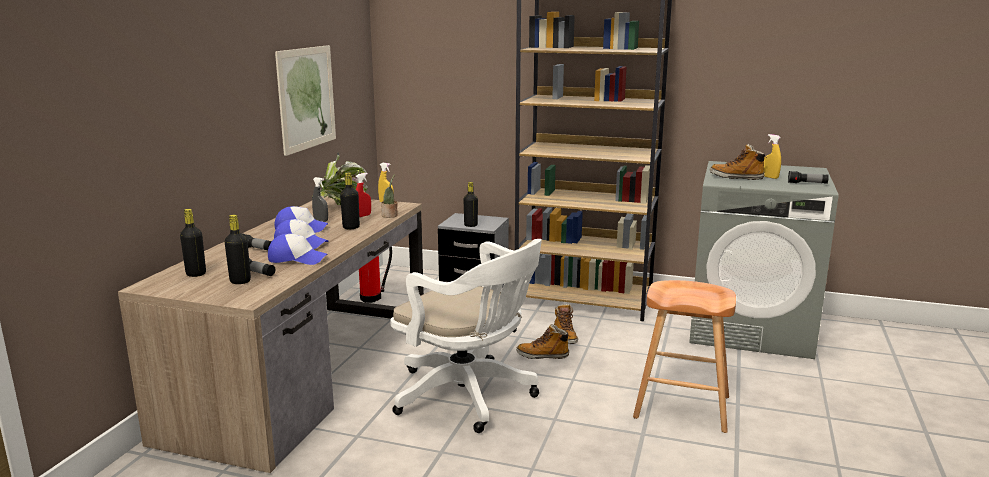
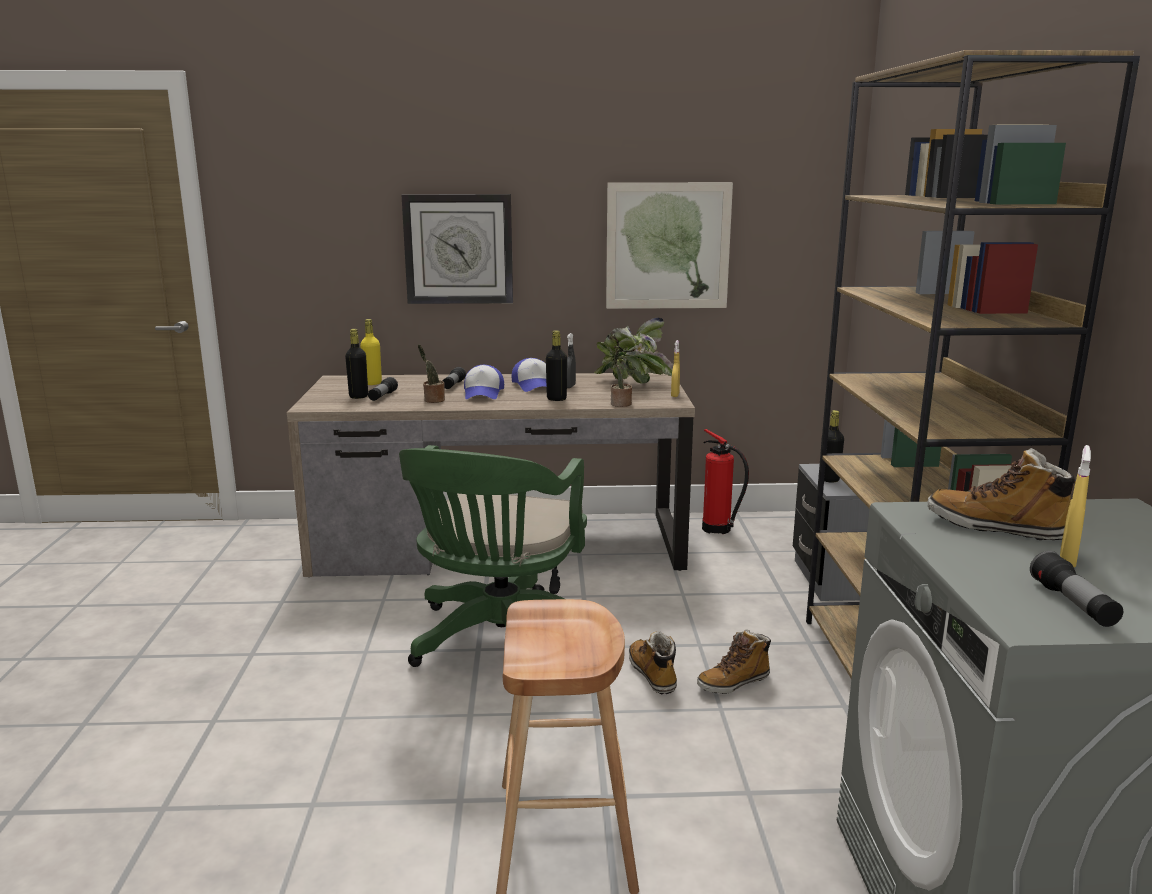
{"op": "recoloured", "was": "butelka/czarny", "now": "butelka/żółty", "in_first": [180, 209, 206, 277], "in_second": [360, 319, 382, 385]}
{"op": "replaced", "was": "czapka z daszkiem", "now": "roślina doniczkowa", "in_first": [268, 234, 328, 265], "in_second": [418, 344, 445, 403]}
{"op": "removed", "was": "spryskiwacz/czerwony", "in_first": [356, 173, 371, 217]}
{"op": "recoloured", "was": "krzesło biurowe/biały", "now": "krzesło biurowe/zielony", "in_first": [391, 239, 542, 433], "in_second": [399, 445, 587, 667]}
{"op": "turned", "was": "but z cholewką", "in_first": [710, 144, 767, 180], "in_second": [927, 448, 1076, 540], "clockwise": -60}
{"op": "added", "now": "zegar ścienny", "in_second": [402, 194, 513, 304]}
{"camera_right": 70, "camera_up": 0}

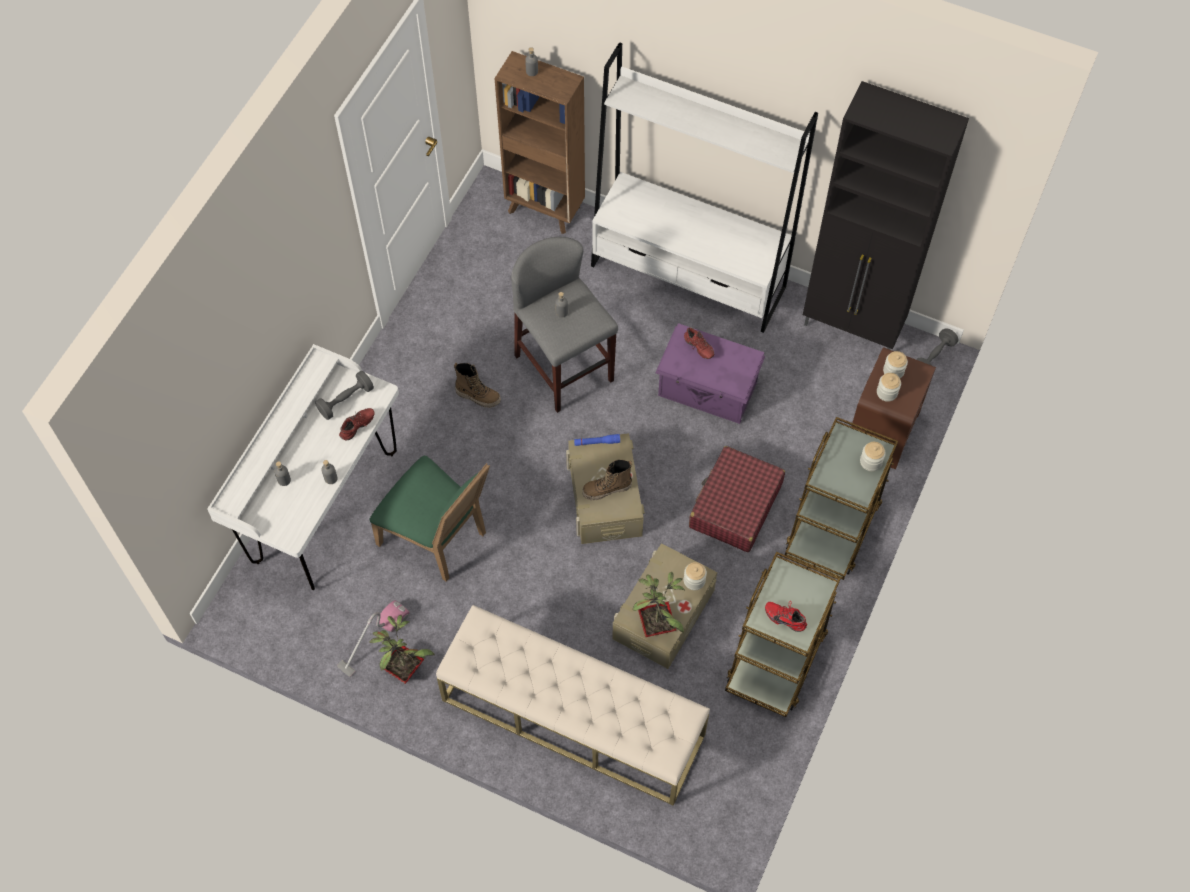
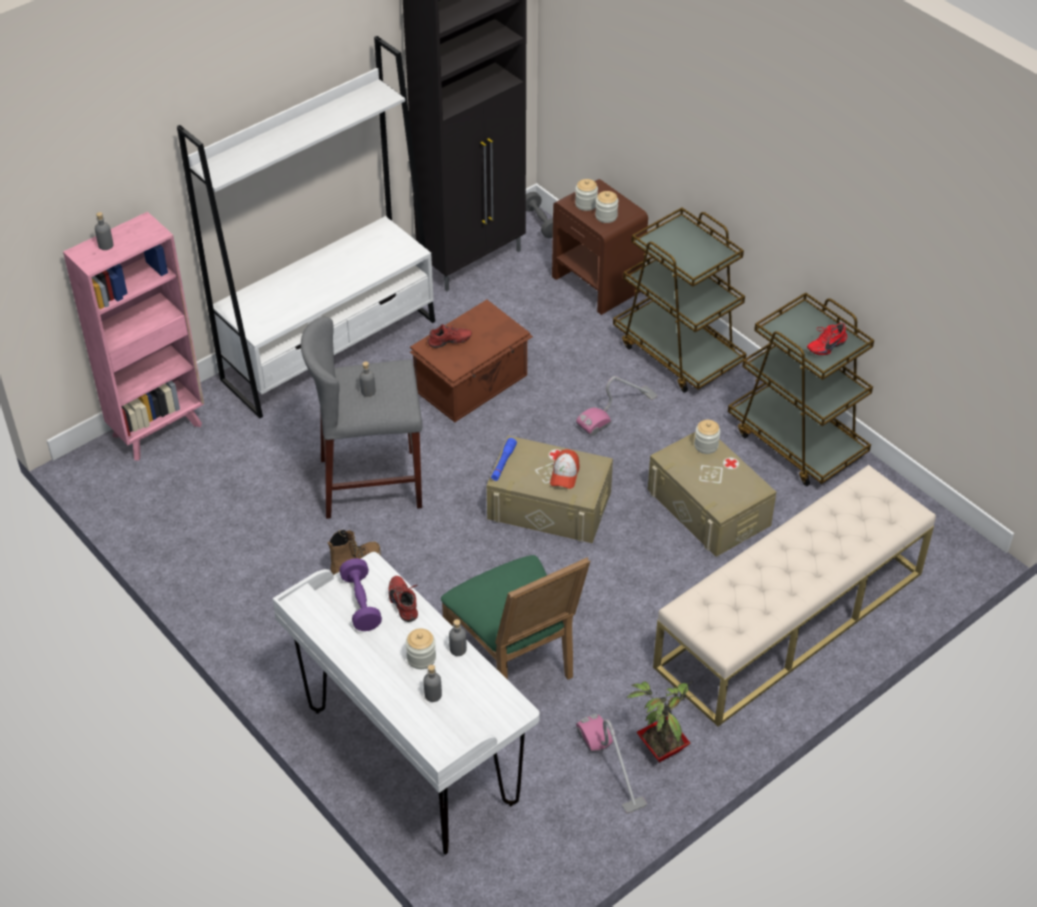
{"op": "recoloured", "was": "hantel/szary", "now": "hantel/fioletowy", "in_first": [315, 371, 374, 420], "in_second": [339, 558, 382, 631]}
{"op": "turned", "was": "krzesło/zielony", "in_first": [370, 456, 490, 582], "in_second": [441, 555, 590, 680], "clockwise": 90}
{"op": "recoloured", "was": "regał/brązowy", "now": "regał/różowy", "in_first": [495, 51, 585, 234], "in_second": [63, 212, 204, 460]}
{"op": "replaced", "was": "but z cholewką", "now": "czapka z daszkiem", "in_first": [582, 460, 632, 500], "in_second": [550, 449, 579, 489]}
{"op": "removed", "was": "roślina doniczkowa", "in_first": [633, 572, 685, 637]}
{"op": "recoloured", "was": "pojemnik do przechowywania/fioletowy", "now": "pojemnik do przechowywania/brązowy", "in_first": [655, 323, 765, 424], "in_second": [410, 300, 533, 422]}
{"op": "replaced", "was": "walizka/czerwony", "now": "odkurzacz", "in_first": [689, 446, 785, 552], "in_second": [576, 376, 658, 436]}
{"op": "moved", "was": "słoik", "in_first": [860, 442, 886, 471], "in_second": [406, 628, 436, 669]}
{"camera_right": -65, "camera_up": -15}

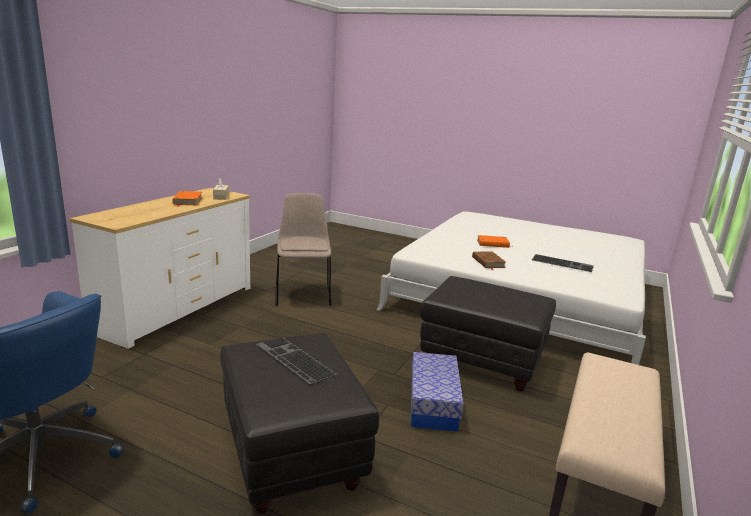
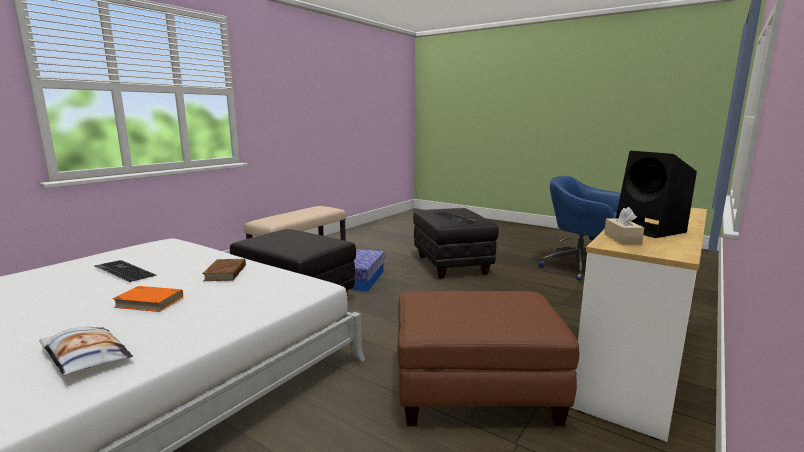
{"op": "replaced", "was": "książka/pomarańczowy", "now": "głośnik/czarny", "in_first": [172, 191, 202, 207], "in_second": [615, 151, 697, 238]}
{"op": "replaced", "was": "krzesło/beżowy", "now": "pufa/brązowy", "in_first": [275, 193, 332, 306], "in_second": [397, 291, 579, 426]}
{"op": "added", "now": "poduszka", "in_second": [39, 327, 133, 375]}
{"camera_right": -170, "camera_up": -5}

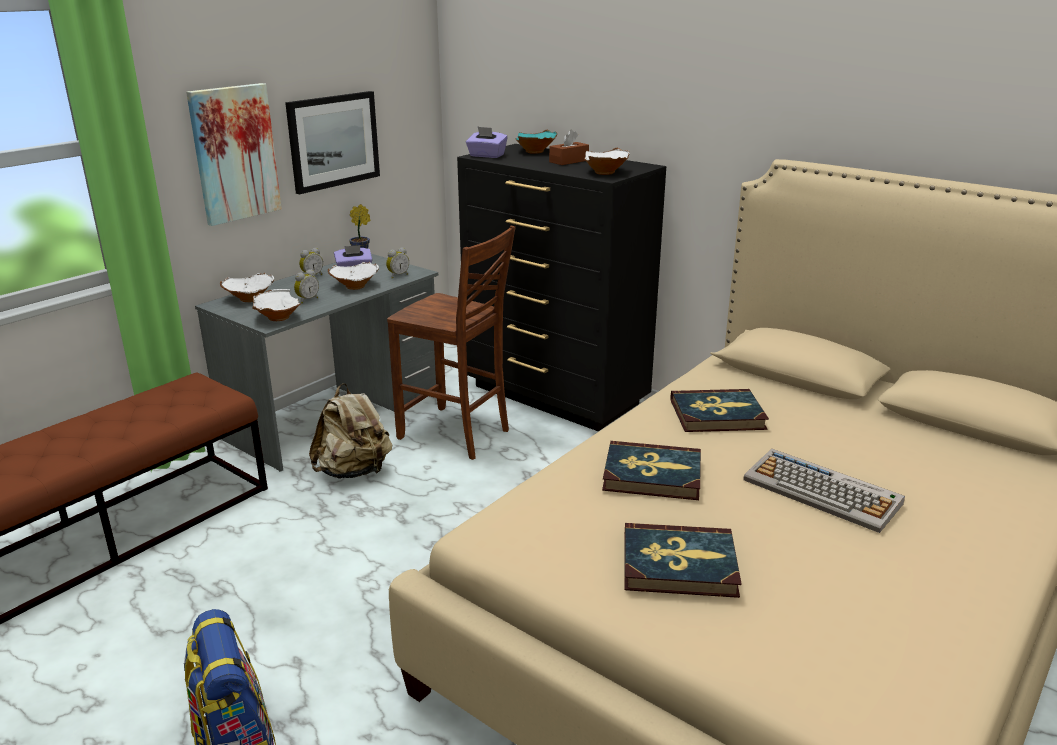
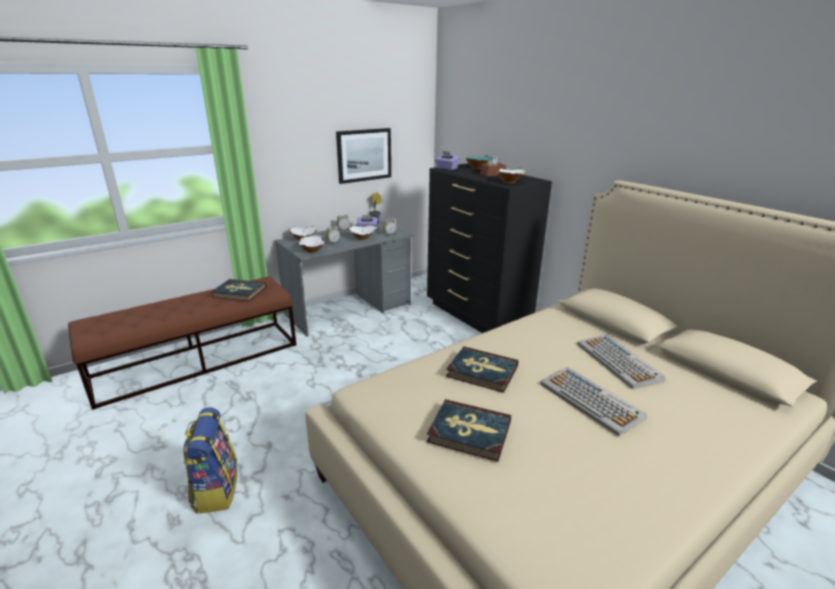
{"op": "removed", "was": "obraz", "in_first": [186, 83, 282, 226]}
{"op": "removed", "was": "plecak/beżowy", "in_first": [309, 383, 393, 479]}
{"op": "removed", "was": "krzesło/brązowy", "in_first": [387, 226, 515, 460]}
{"op": "moved", "was": "książka", "in_first": [671, 389, 769, 432], "in_second": [211, 279, 267, 302]}
{"op": "added", "now": "klawiatura", "in_second": [577, 334, 665, 389]}
{"camera_right": 15, "camera_up": 0}

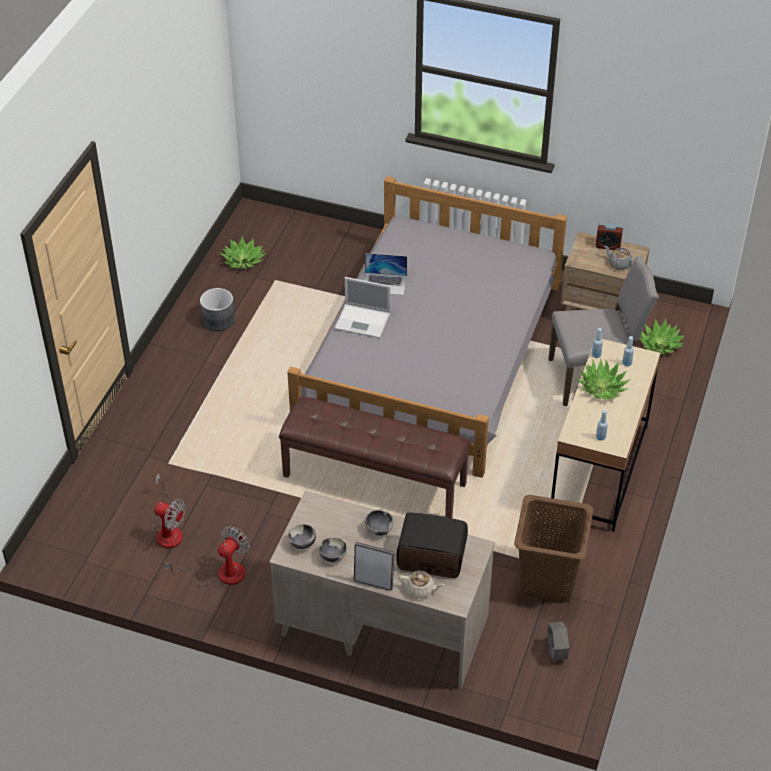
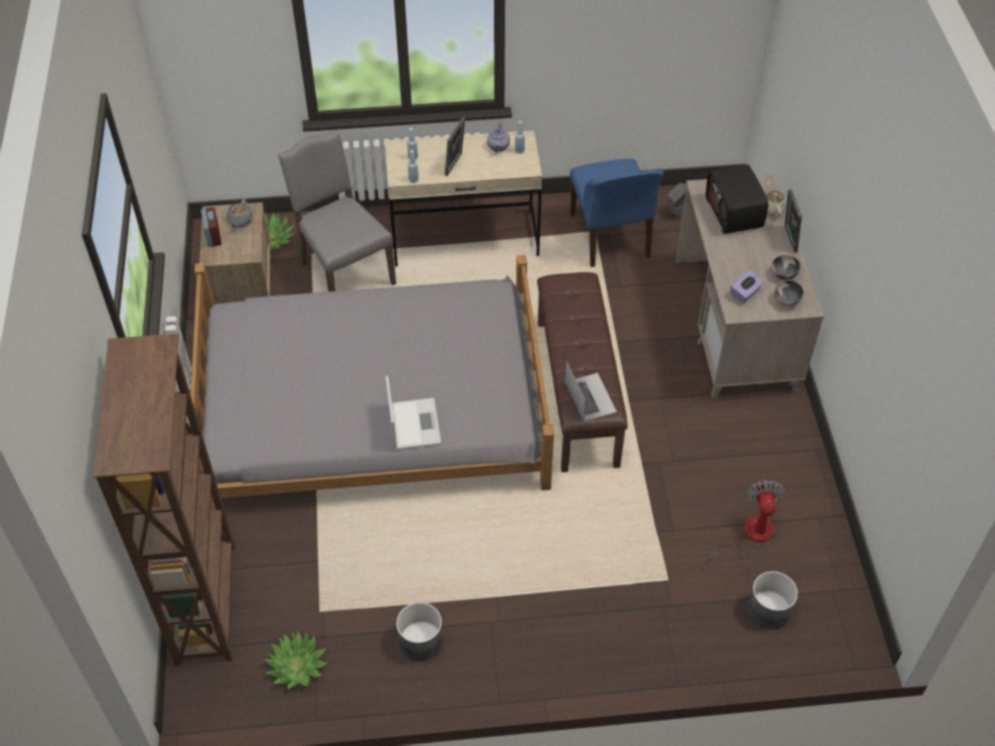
{"op": "removed", "was": "wentylator", "in_first": [164, 526, 250, 588]}
{"op": "moved", "was": "laptop", "in_first": [364, 253, 407, 295], "in_second": [565, 361, 617, 421]}
{"op": "removed", "was": "miska", "in_first": [365, 510, 394, 536]}
{"op": "replaced", "was": "kosz na pranie/brązowy", "now": "krzesło/niebieski", "in_first": [514, 495, 594, 603], "in_second": [570, 159, 664, 267]}
{"op": "replaced", "was": "roślina doniczkowa", "now": "ramka na zdjęcie", "in_first": [577, 358, 630, 400], "in_second": [445, 117, 465, 176]}
{"op": "added", "now": "regał/brązowy", "in_second": [93, 333, 235, 666]}
{"op": "added", "now": "imbryk", "in_second": [487, 123, 510, 153]}
{"op": "added", "now": "pudełko chusteczek/fioletowy", "in_second": [731, 270, 764, 303]}
{"op": "added", "now": "donica/szary", "in_second": [747, 571, 798, 629]}
{"camera_right": -115, "camera_up": 5}

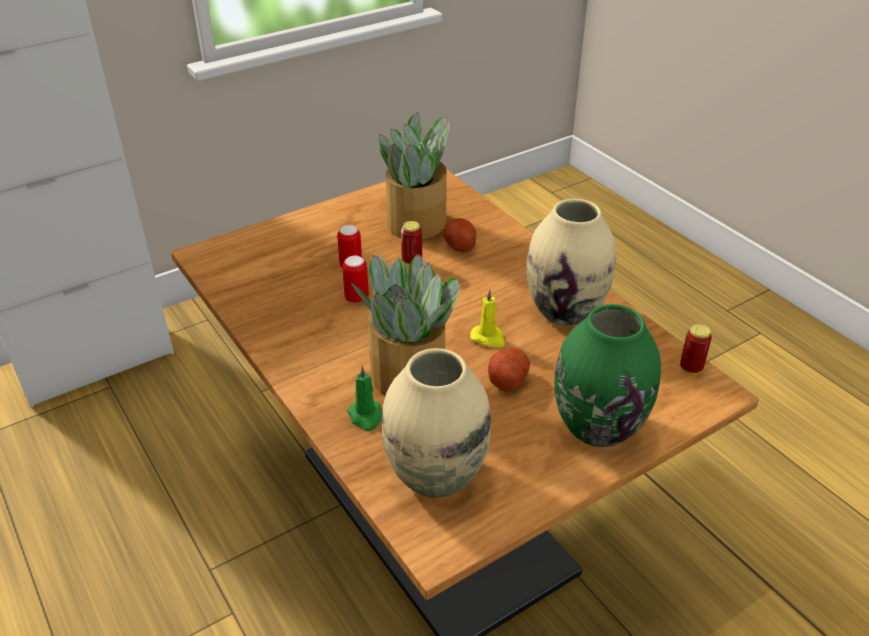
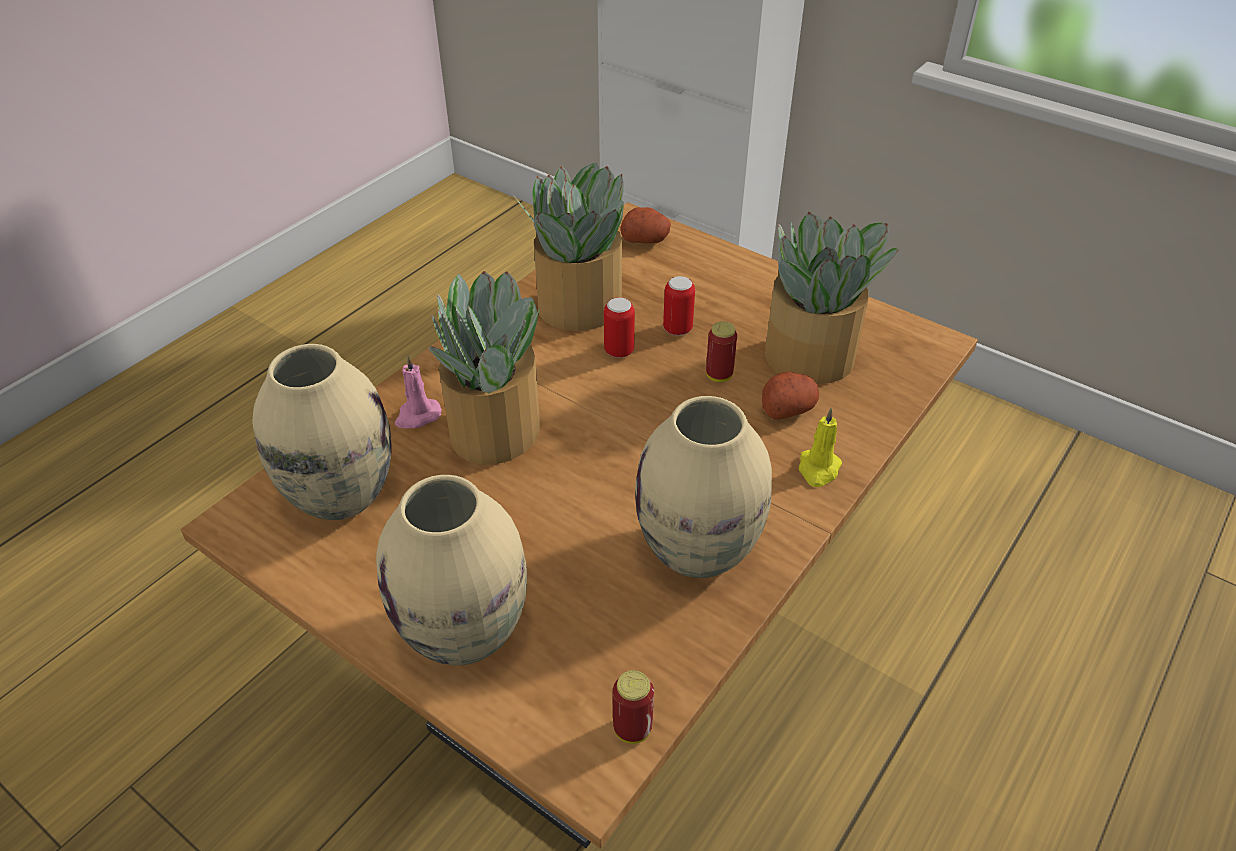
{"op": "recoloured", "was": "świeca/zielony", "now": "świeca/różowy", "in_first": [347, 366, 382, 431], "in_second": [395, 355, 442, 428]}
{"op": "moved", "was": "świeca/żółty", "in_first": [470, 289, 505, 347], "in_second": [799, 408, 842, 487]}
{"op": "moved", "was": "ziemniak", "in_first": [488, 348, 530, 392], "in_second": [621, 207, 671, 243]}
{"op": "recoloured", "was": "wazon/zielony", "now": "wazon/beżowy", "in_first": [554, 304, 661, 447], "in_second": [376, 475, 527, 665]}
{"op": "added", "now": "roślina doniczkowa", "in_second": [513, 163, 624, 331]}
{"camera_right": 70, "camera_up": 5}

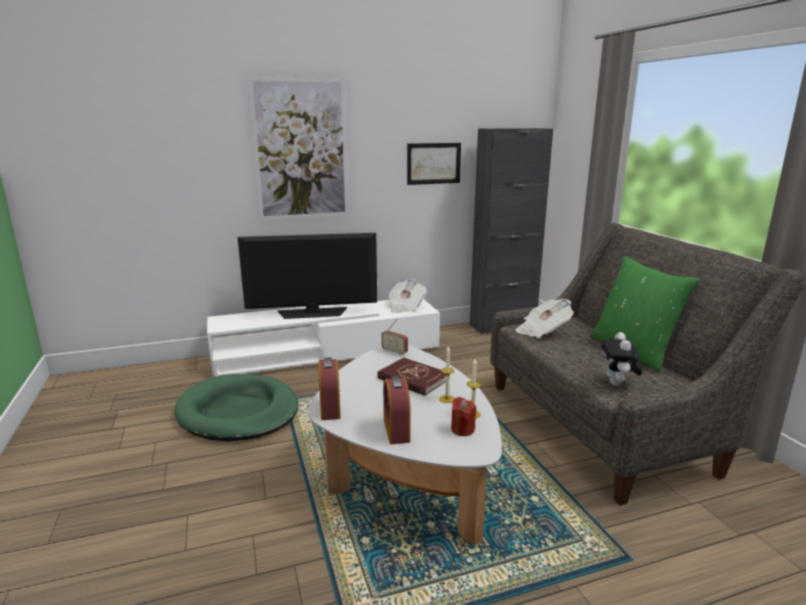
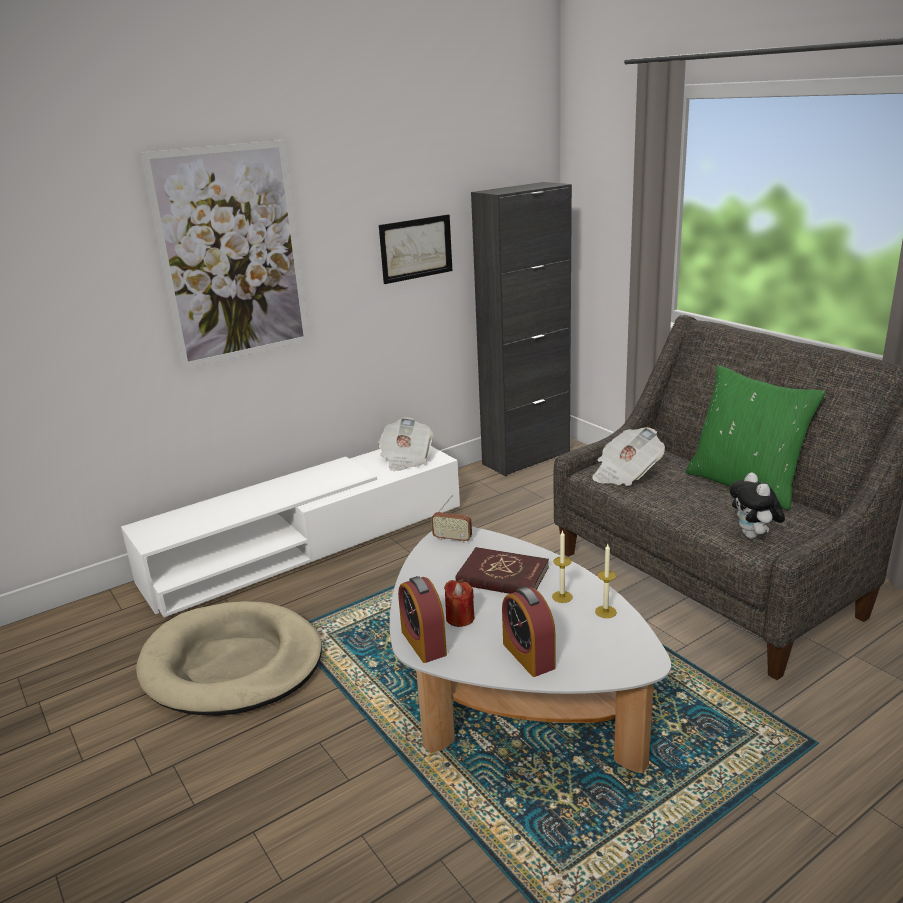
{"op": "recoloured", "was": "legowisko/zielony", "now": "legowisko/beżowy", "in_first": [174, 374, 299, 441], "in_second": [136, 601, 322, 716]}
{"op": "removed", "was": "telewizor", "in_first": [238, 233, 377, 319]}
{"op": "moved", "was": "świeca/czerwony", "in_first": [451, 397, 476, 436], "in_second": [444, 580, 474, 627]}
{"camera_right": -15, "camera_up": 5}

